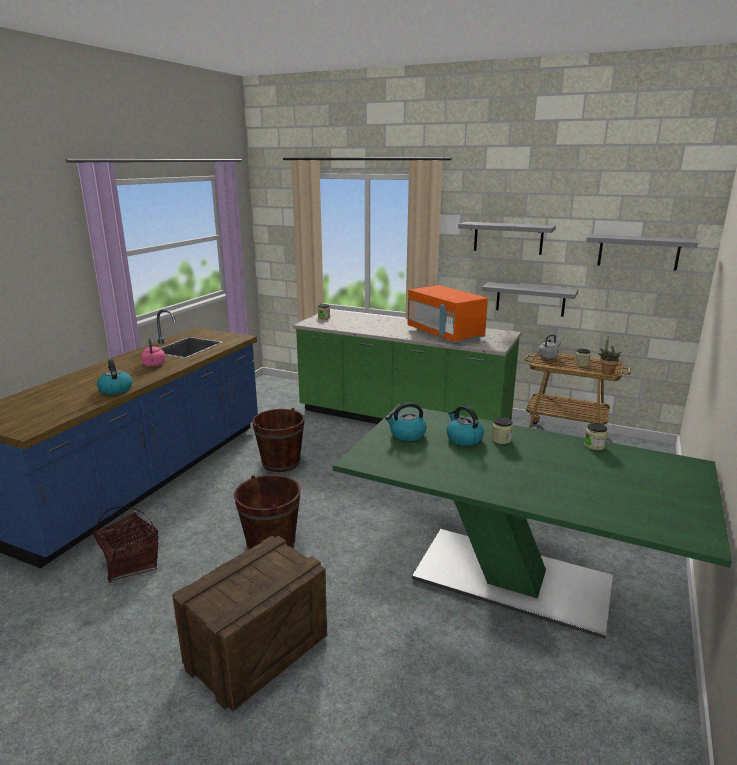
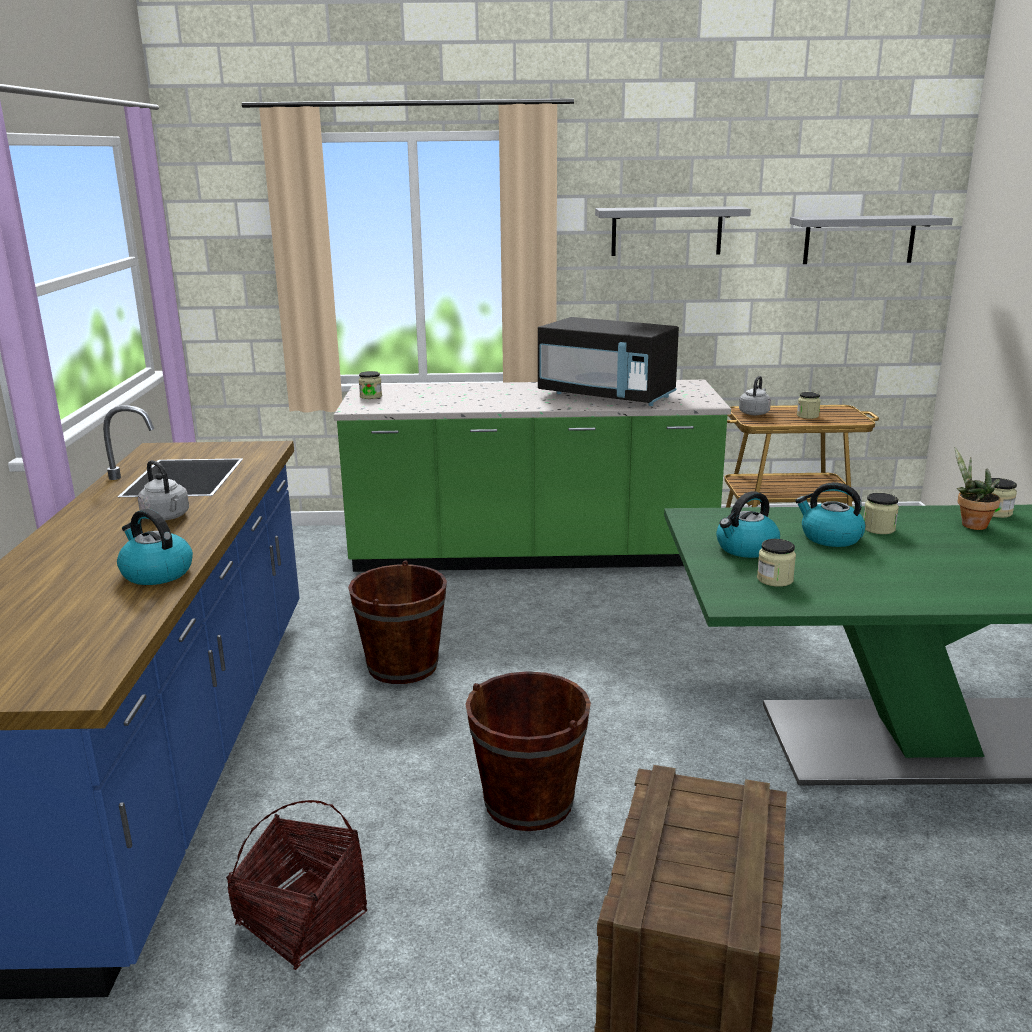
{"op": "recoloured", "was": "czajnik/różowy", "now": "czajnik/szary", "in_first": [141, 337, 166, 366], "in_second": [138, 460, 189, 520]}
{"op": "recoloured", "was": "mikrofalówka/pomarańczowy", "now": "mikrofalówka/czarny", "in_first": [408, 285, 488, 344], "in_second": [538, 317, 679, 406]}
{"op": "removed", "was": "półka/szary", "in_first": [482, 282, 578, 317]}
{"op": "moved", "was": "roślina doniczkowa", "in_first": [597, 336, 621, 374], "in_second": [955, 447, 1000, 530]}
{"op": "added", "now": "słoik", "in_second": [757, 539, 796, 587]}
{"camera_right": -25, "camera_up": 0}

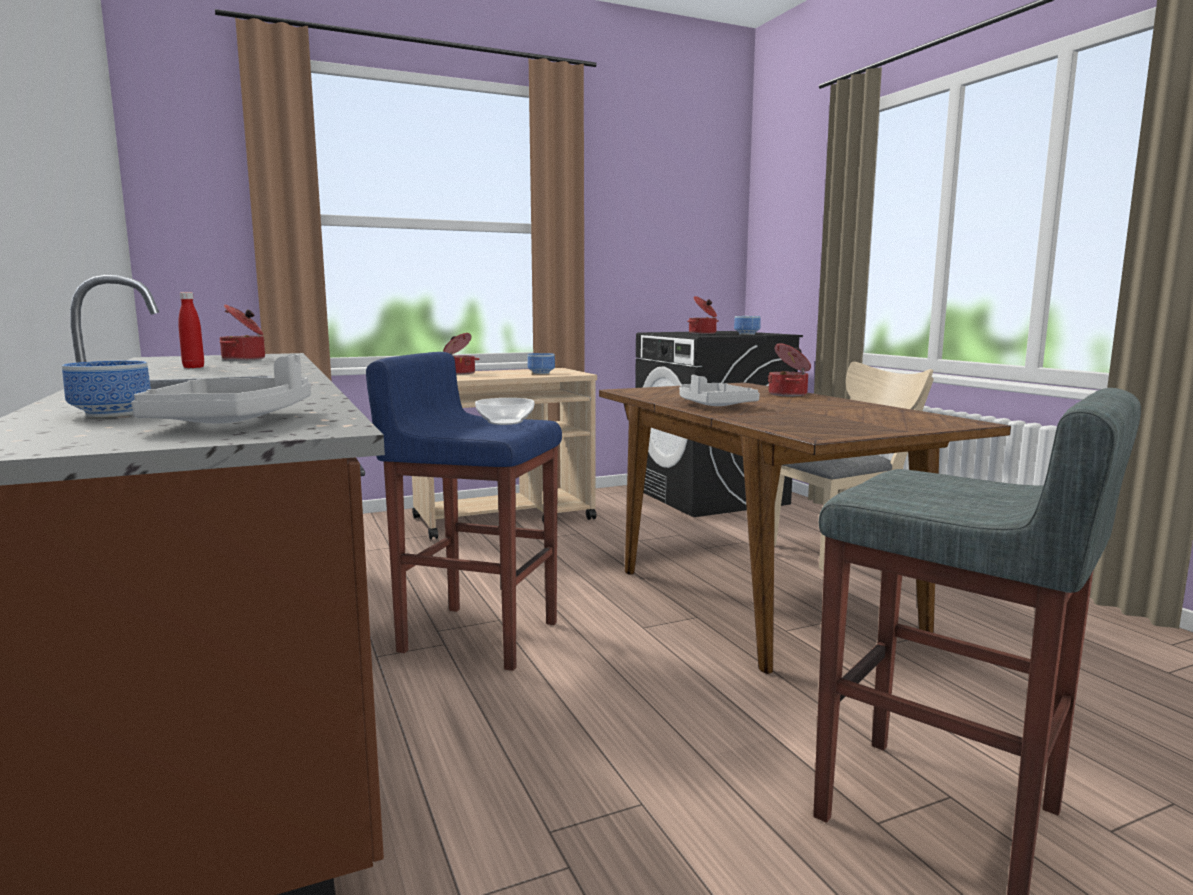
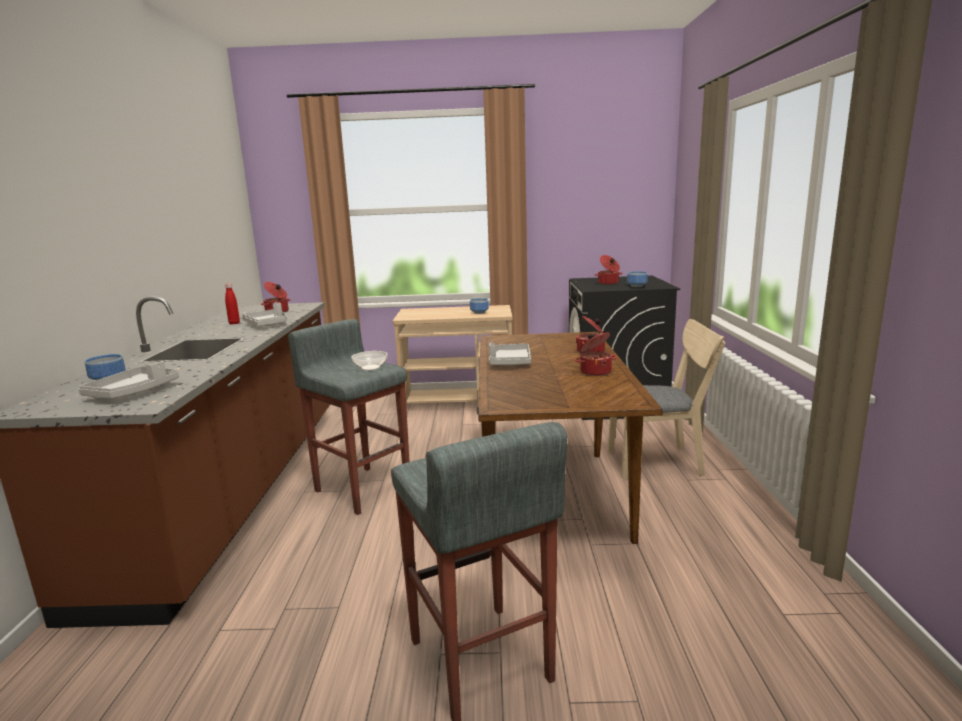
{"op": "recoloured", "was": "stołek/niebieski", "now": "stołek/szary", "in_first": [366, 352, 562, 671], "in_second": [288, 319, 410, 515]}
{"op": "moved", "was": "garnek", "in_first": [443, 333, 479, 375], "in_second": [574, 333, 617, 376]}
{"op": "added", "now": "taca/szary", "in_second": [242, 302, 287, 326]}
{"camera_right": 25, "camera_up": 5}

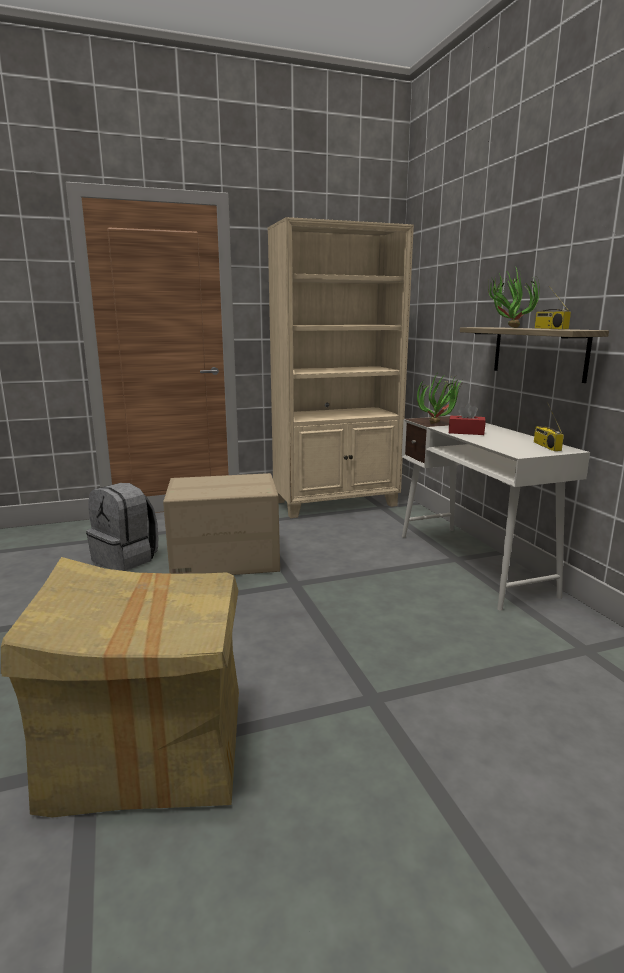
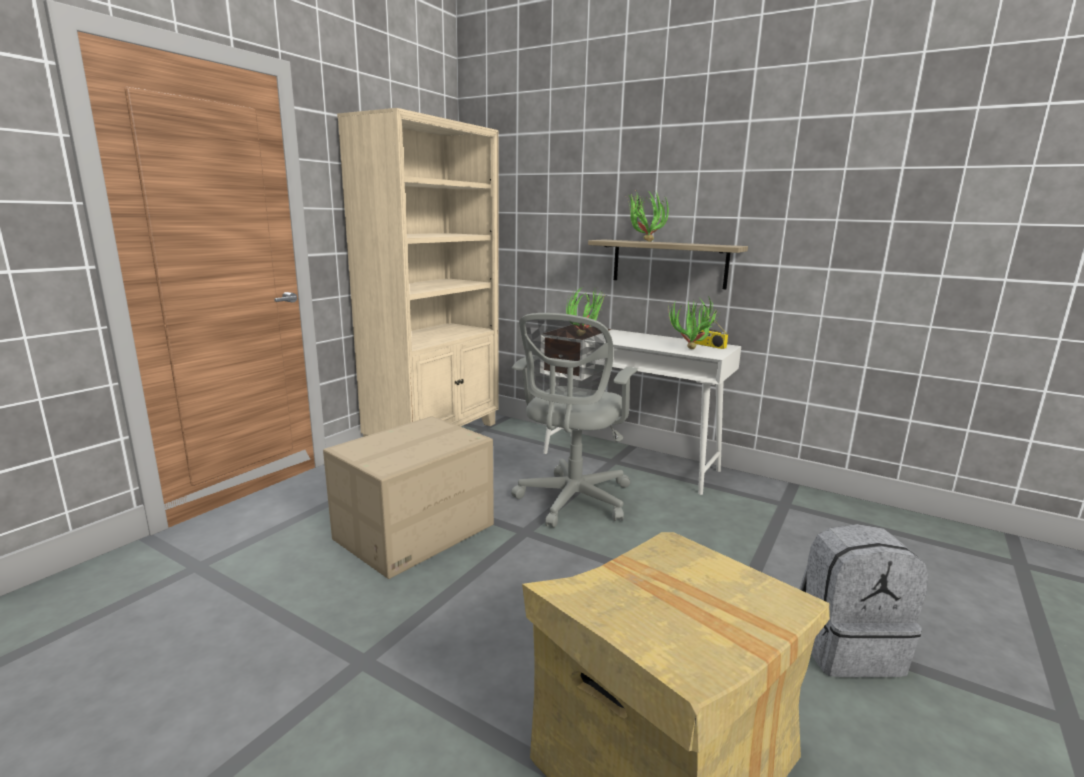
{"op": "moved", "was": "plecak/szary", "in_first": [86, 483, 158, 571], "in_second": [799, 524, 928, 677]}
{"op": "removed", "was": "pudełko chusteczek/czerwony", "in_first": [449, 403, 486, 435]}
{"op": "removed", "was": "radio", "in_first": [535, 286, 571, 329]}
{"op": "added", "now": "krzesło biurowe/szary", "in_second": [511, 313, 638, 528]}
{"op": "added", "now": "roślina doniczkowa", "in_second": [668, 296, 718, 349]}
{"camera_right": -40, "camera_up": 0}

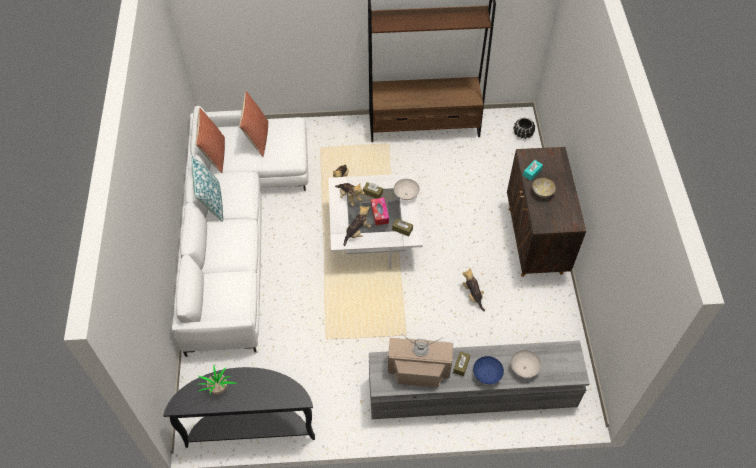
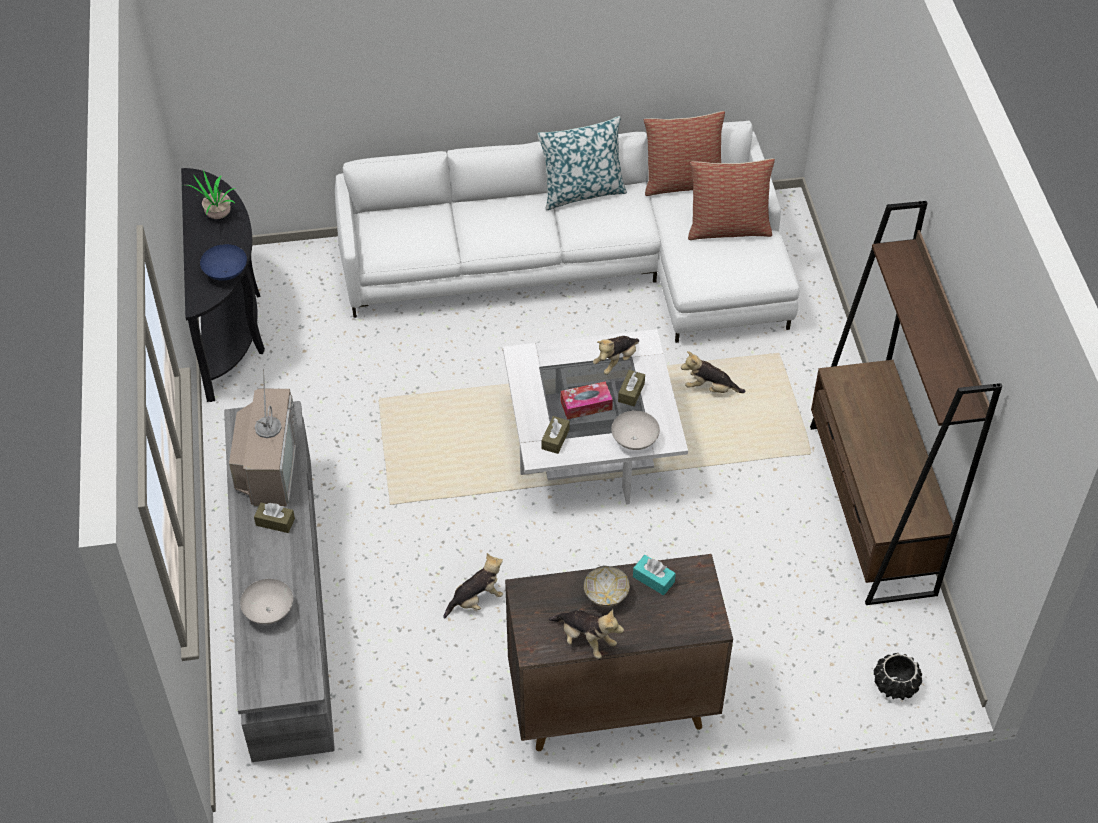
{"op": "moved", "was": "pluszak", "in_first": [344, 205, 371, 246], "in_second": [548, 609, 624, 659]}
{"op": "moved", "was": "miska/niebieski", "in_first": [473, 356, 504, 384], "in_second": [200, 244, 247, 281]}
{"camera_right": 85, "camera_up": -5}

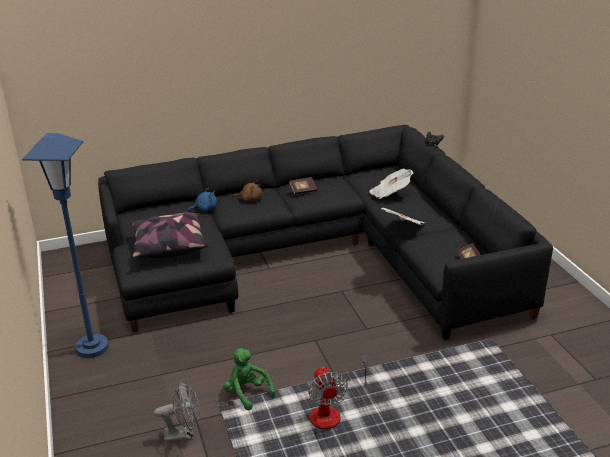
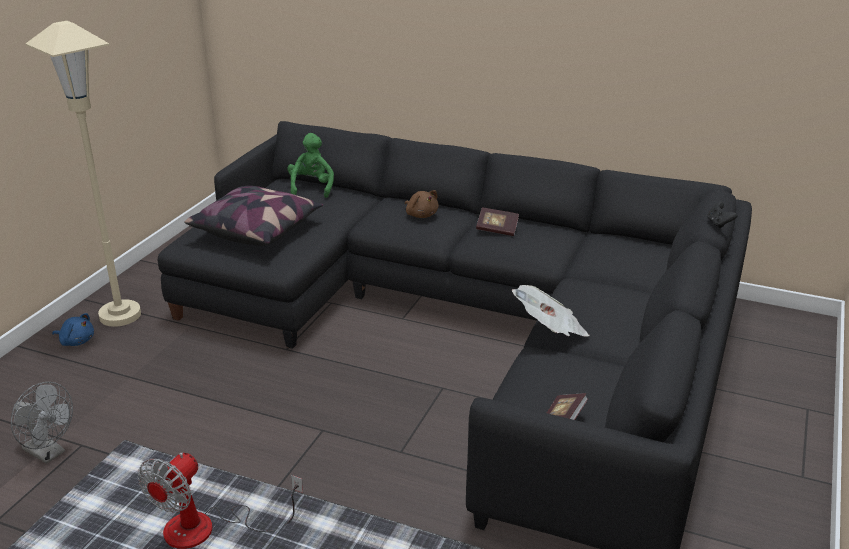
{"op": "recoloured", "was": "lampa stojąca/niebieski", "now": "lampa stojąca/beżowy", "in_first": [22, 133, 109, 358], "in_second": [25, 21, 141, 327]}
{"op": "moved", "was": "pluszak/niebieski", "in_first": [187, 188, 217, 211], "in_second": [52, 313, 94, 346]}
{"op": "moved", "was": "pluszak/zielony", "in_first": [223, 348, 275, 411], "in_second": [287, 133, 334, 198]}
{"op": "removed", "was": "gazeta", "in_first": [369, 168, 413, 199]}
{"camera_right": 40, "camera_up": 0}

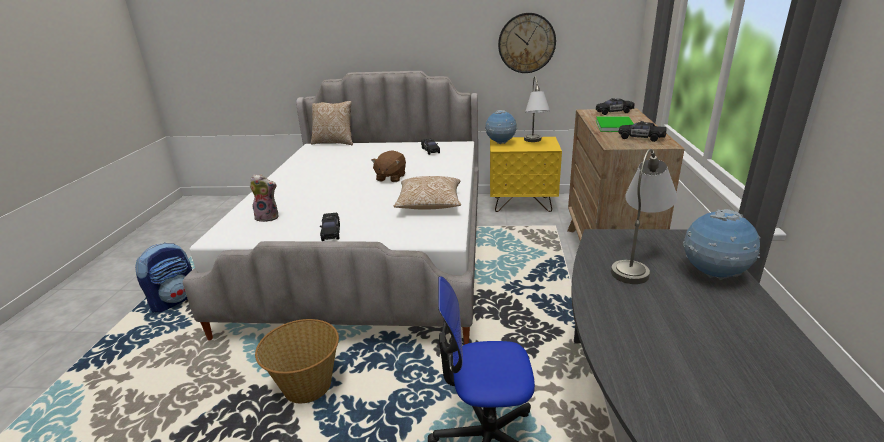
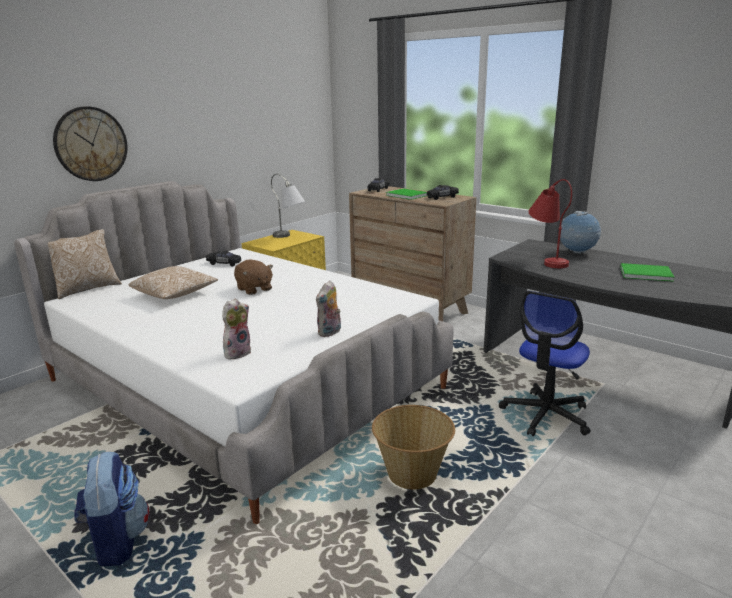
{"op": "replaced", "was": "samochodzik/czarny", "now": "pluszak", "in_first": [320, 213, 340, 241], "in_second": [316, 280, 341, 337]}
{"op": "moved", "was": "poduszka", "in_first": [393, 176, 461, 210], "in_second": [129, 266, 218, 299]}
{"op": "removed", "was": "globus", "in_first": [485, 110, 517, 144]}
{"op": "moved", "was": "zegar ścienny", "in_first": [498, 13, 556, 73], "in_second": [53, 106, 128, 181]}
{"op": "recoloured", "was": "lampa stołowa/szary", "now": "lampa stołowa/czerwony", "in_first": [611, 149, 678, 284], "in_second": [528, 179, 572, 268]}
{"op": "added", "now": "książka/zielony", "in_second": [620, 263, 674, 282]}
{"camera_right": -55, "camera_up": -5}

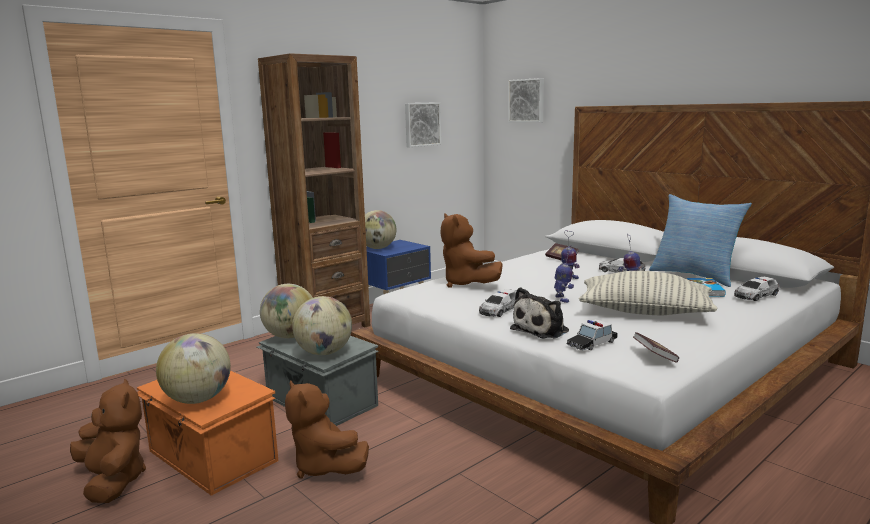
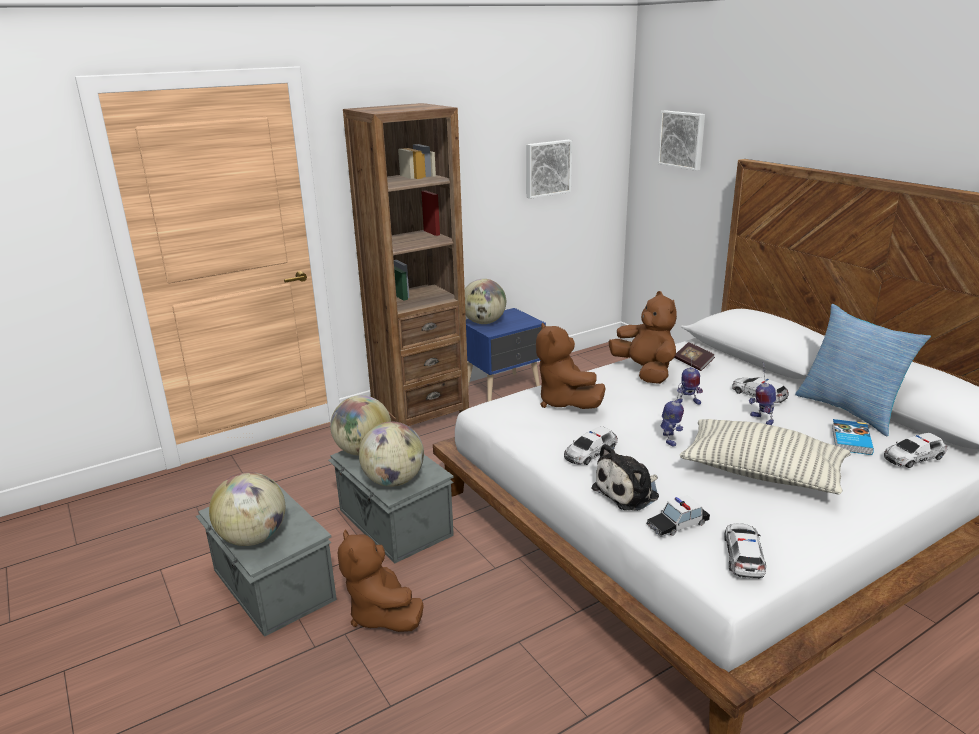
{"op": "moved", "was": "pluszak/brązowy", "in_first": [70, 379, 146, 503], "in_second": [609, 291, 677, 384]}
{"op": "recoloured", "was": "pojemnik do przechowywania/pomarańczowy", "now": "pojemnik do przechowywania/szary", "in_first": [137, 370, 278, 496], "in_second": [196, 479, 337, 637]}
{"op": "replaced", "was": "książka", "now": "samochodzik", "in_first": [633, 332, 679, 363], "in_second": [724, 523, 766, 579]}
{"camera_right": 10, "camera_up": 10}

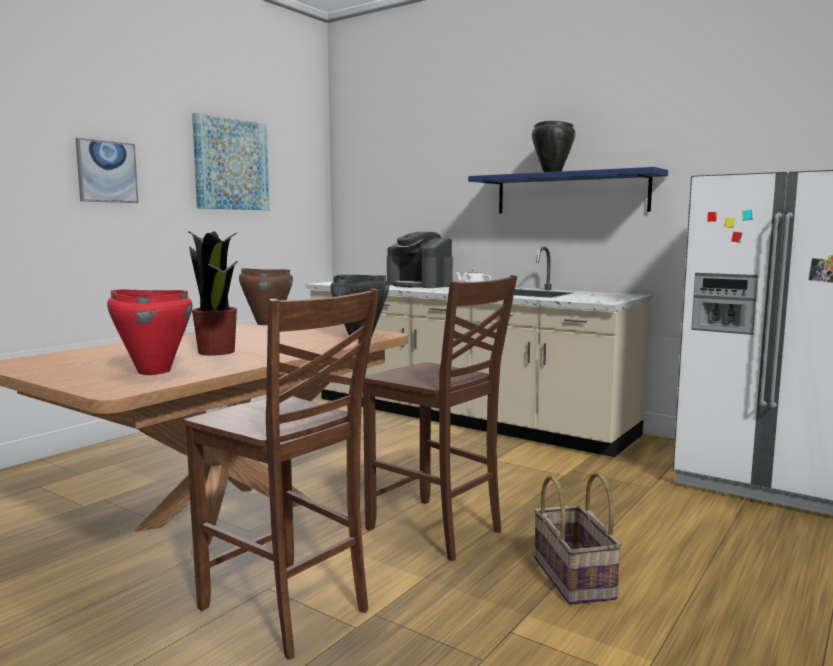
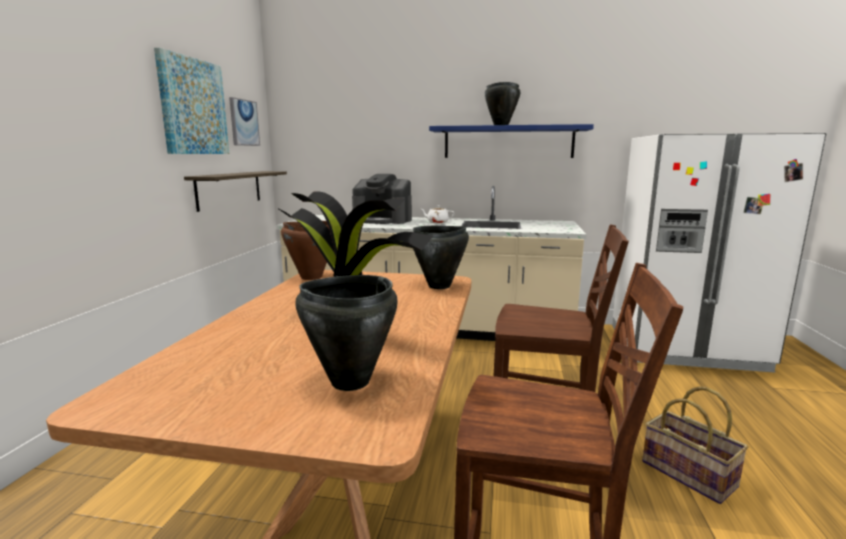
{"op": "moved", "was": "obraz", "in_first": [75, 138, 139, 203], "in_second": [229, 97, 260, 146]}
{"op": "recoloured", "was": "garnek/czerwony", "now": "garnek/czarny", "in_first": [107, 290, 192, 375], "in_second": [295, 275, 398, 391]}
{"op": "added", "now": "półka", "in_second": [184, 171, 287, 212]}
{"camera_right": -25, "camera_up": 5}

